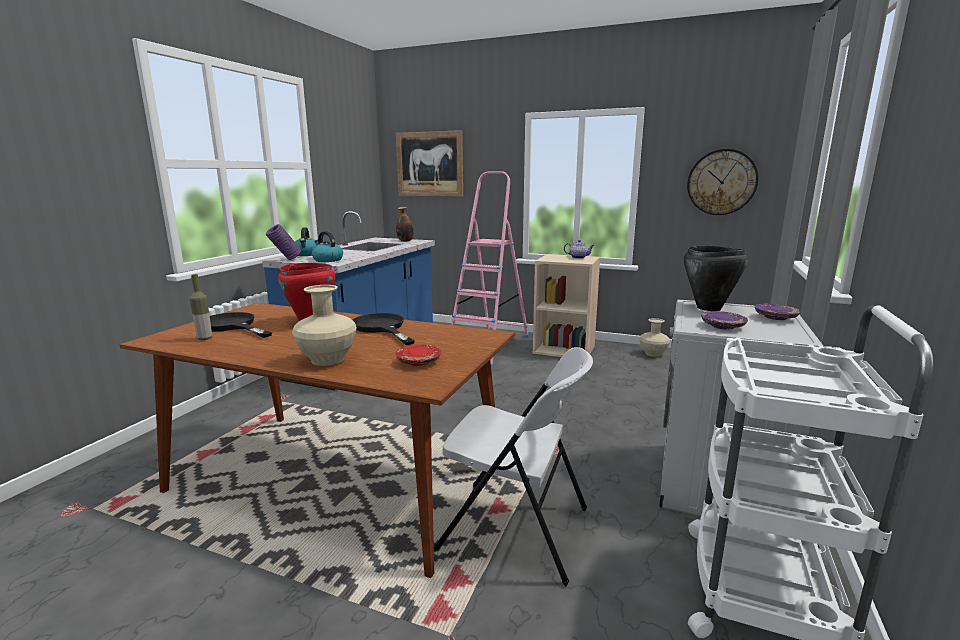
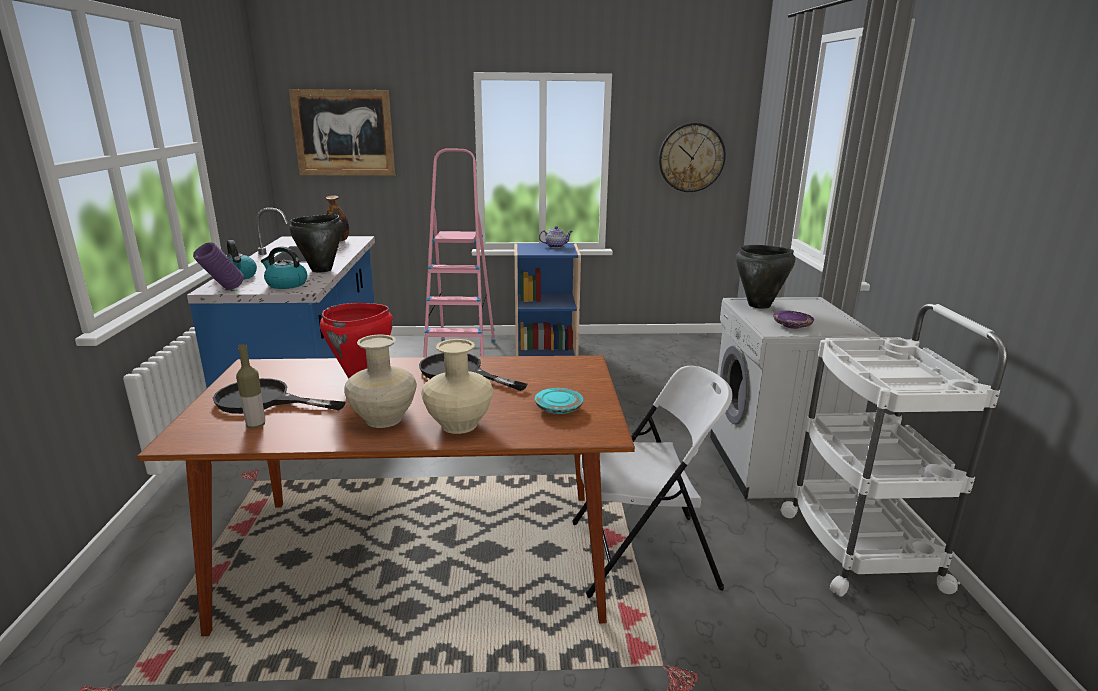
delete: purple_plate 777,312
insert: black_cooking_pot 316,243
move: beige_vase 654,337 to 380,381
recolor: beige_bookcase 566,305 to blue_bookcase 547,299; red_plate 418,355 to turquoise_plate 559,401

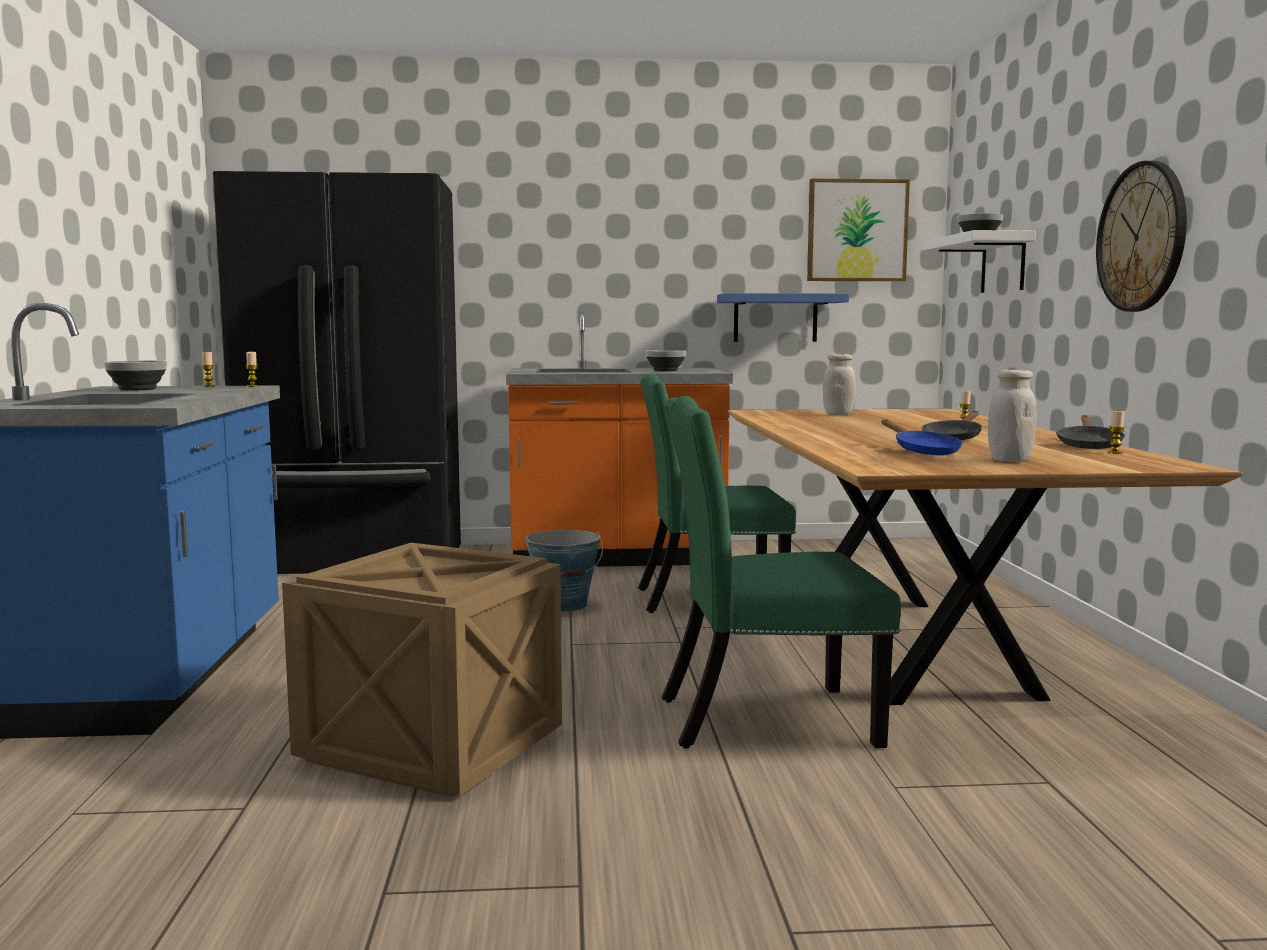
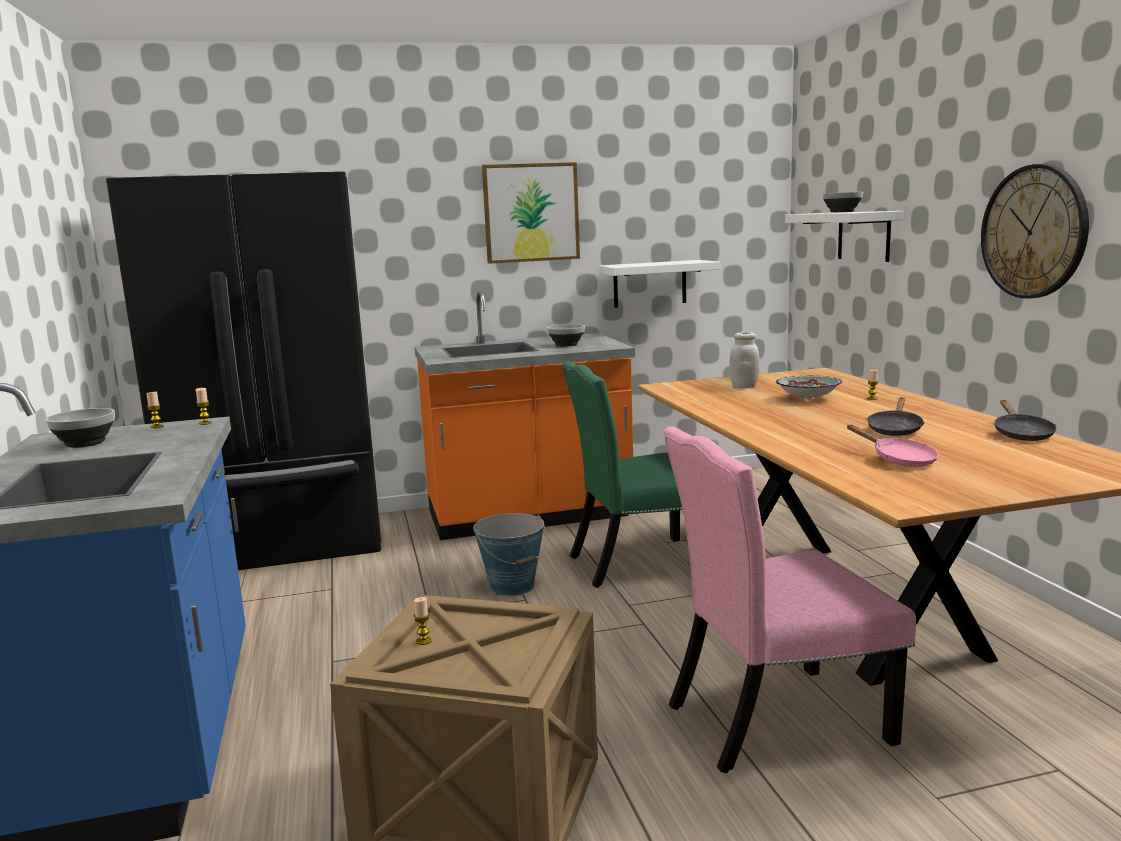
delete: white_jar 1012,416
insert: bowl 809,387
move: candle 1116,432 to 423,621; picture 858,229 to 531,213
recolor: blue_shelf 783,317 to white_shelf 659,284; green_chair 781,572 to pink_chair 790,599; blue_frying_pan 922,437 to pink_frying_pan 893,446

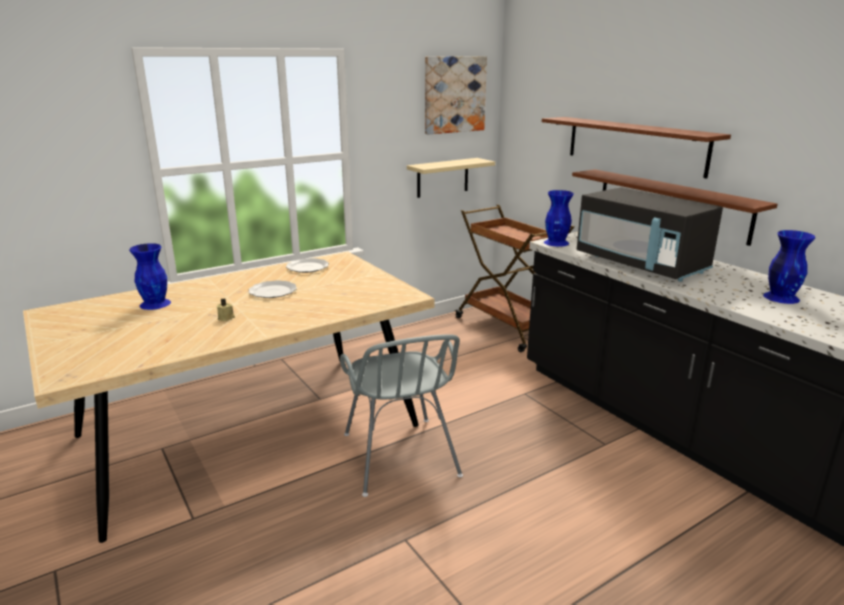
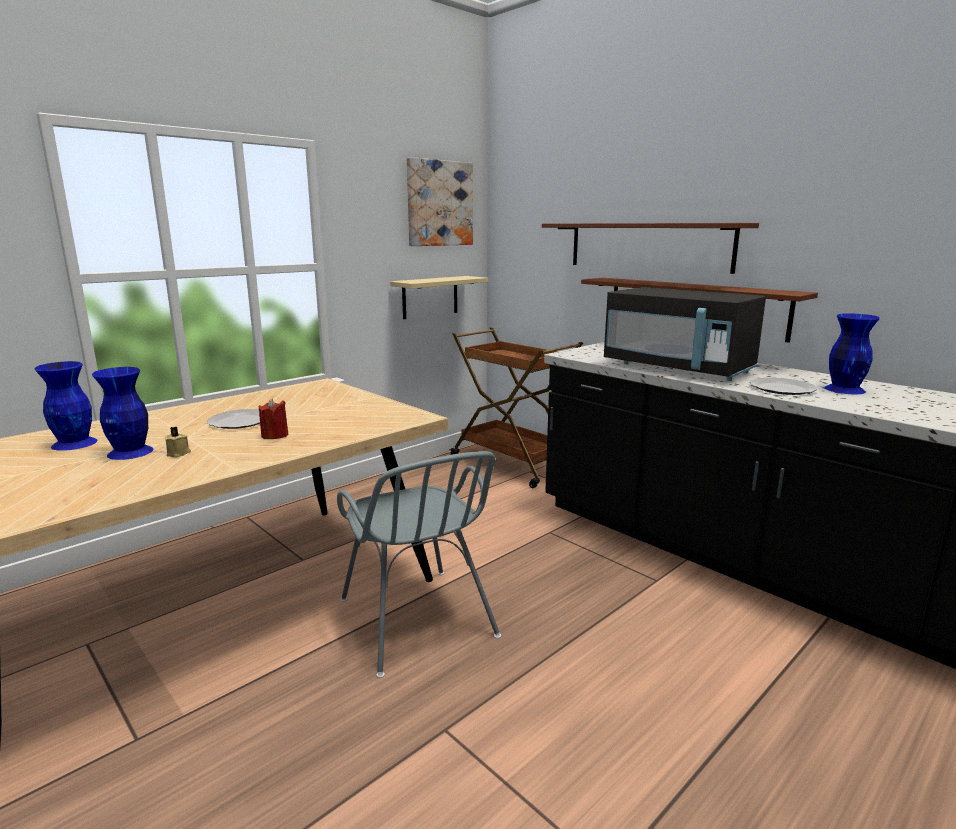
insert: red_candle 273,418
move: blue_vase 559,218 to 123,413; plate 307,265 to 783,386

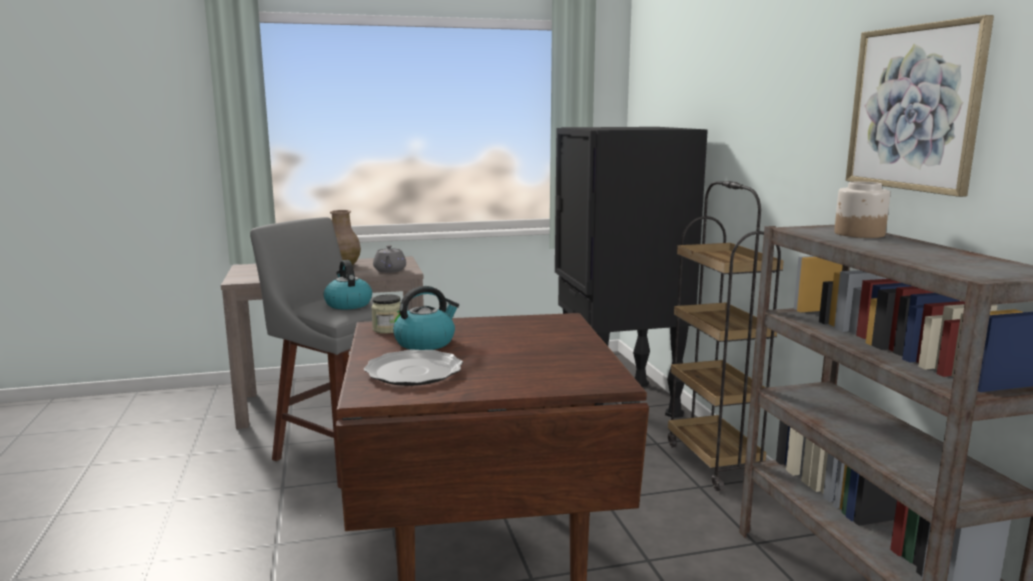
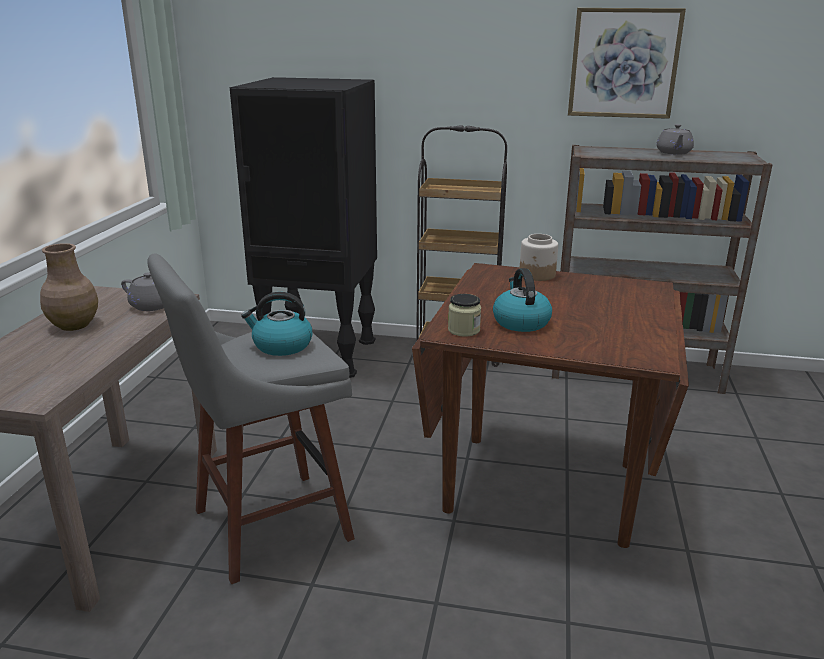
delete: plate 413,367
insert: grey_teapot 675,139
move: jar 862,210 to 538,257

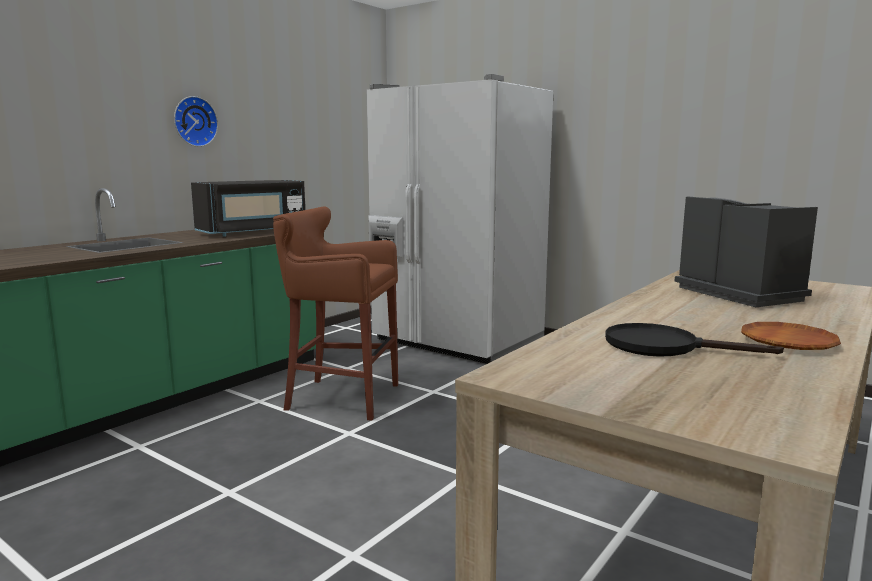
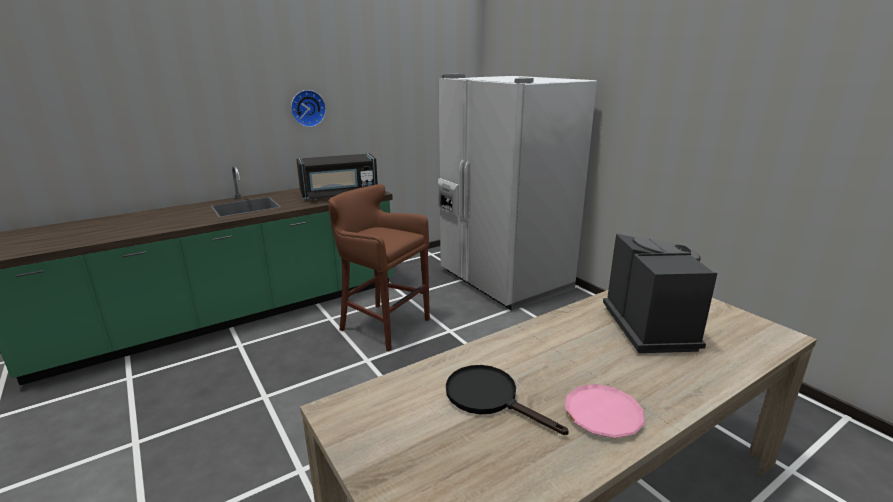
recolor: brown_plate 791,336 to pink_plate 605,411

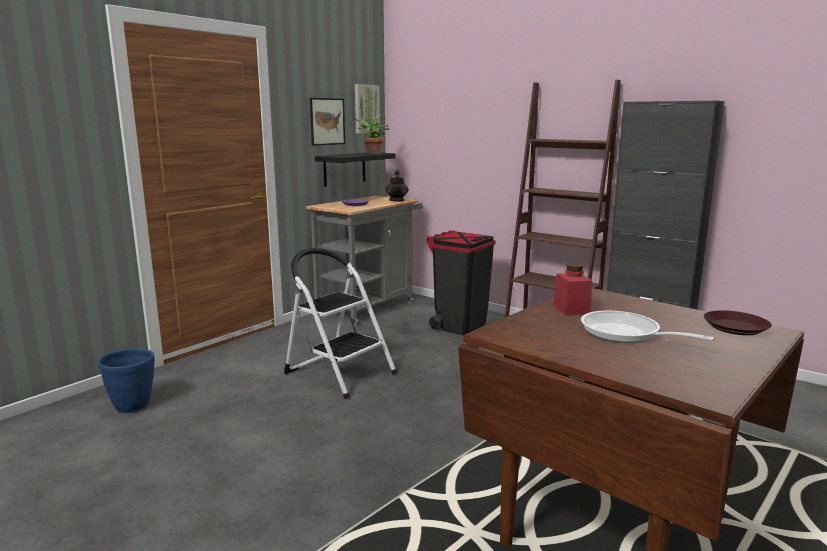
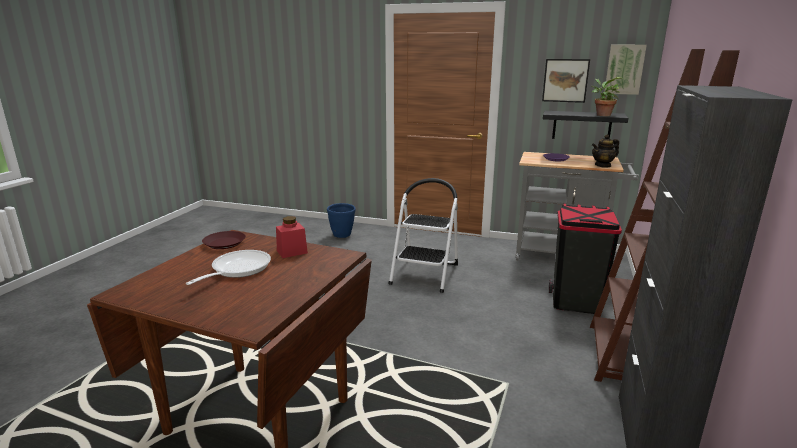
move: brown_plate 738,322 to 224,240

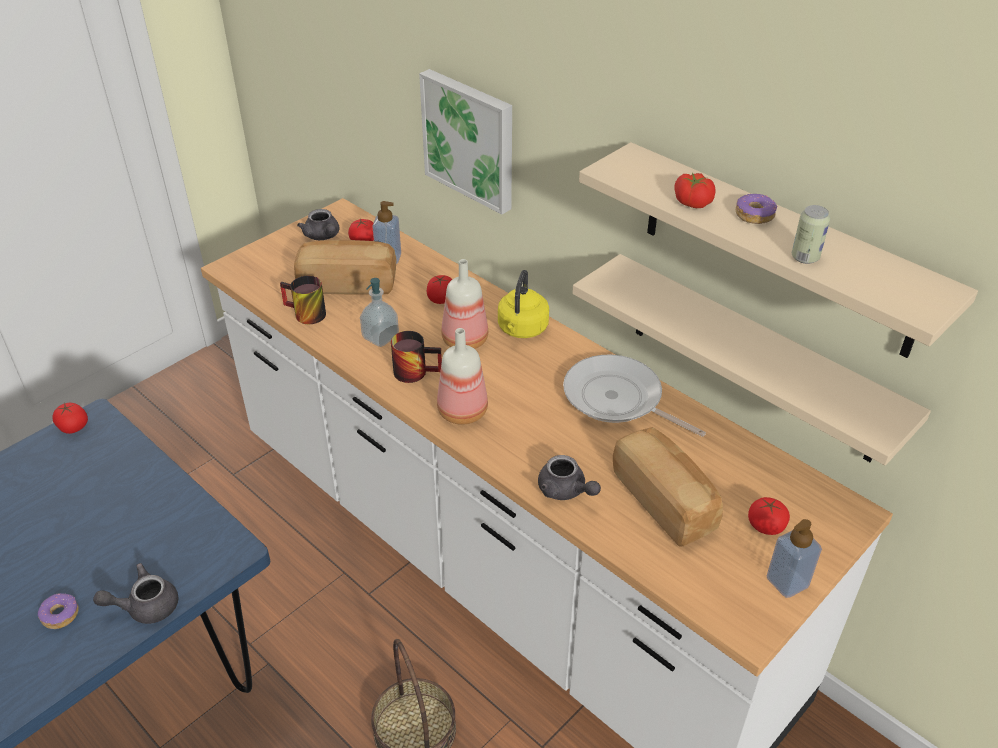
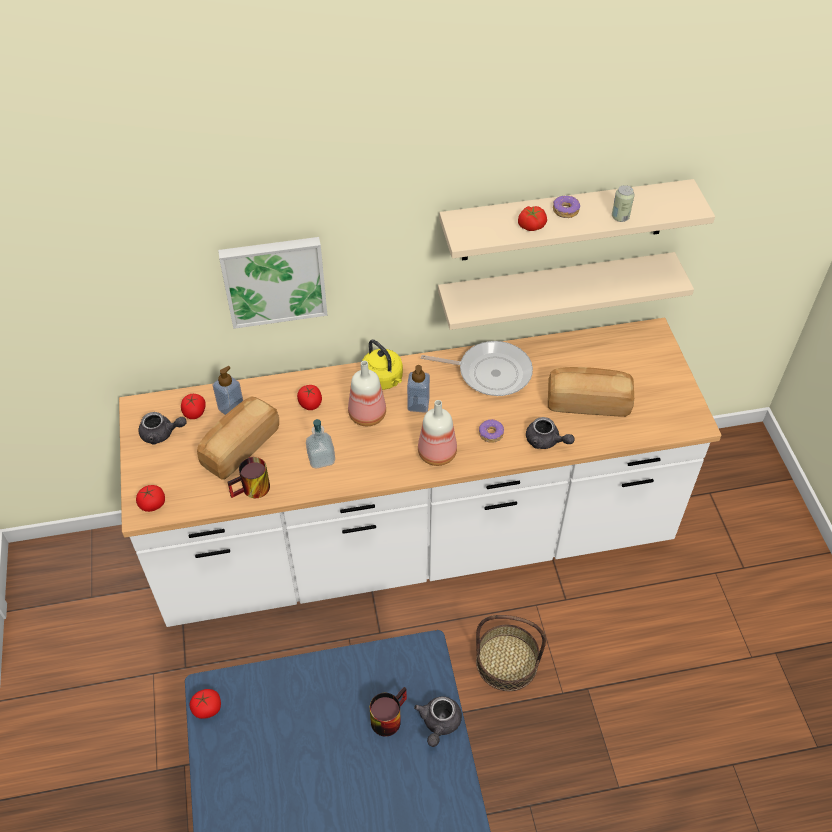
move: tomato 769,516 to 150,498; mug 416,357 to 388,711; soap_dispenser 794,558 to 418,389; donut 58,611 to 491,431
rotate: frying_pan 634,396 = 477,368 150 degrees counterclockwise; grey_teapot 569,477 = 550,433 45 degrees clockwise

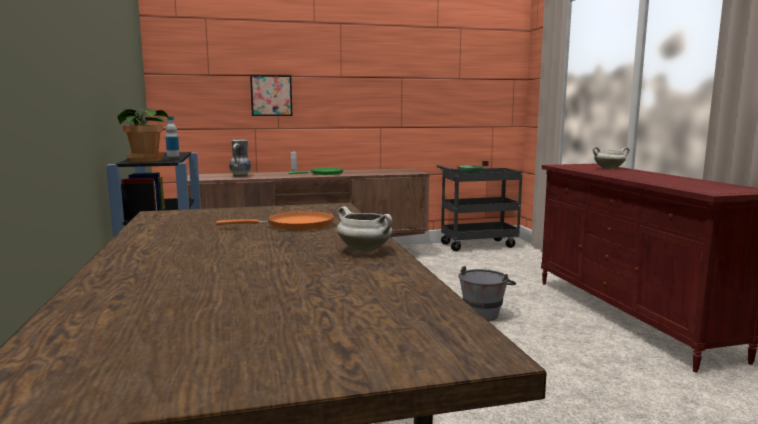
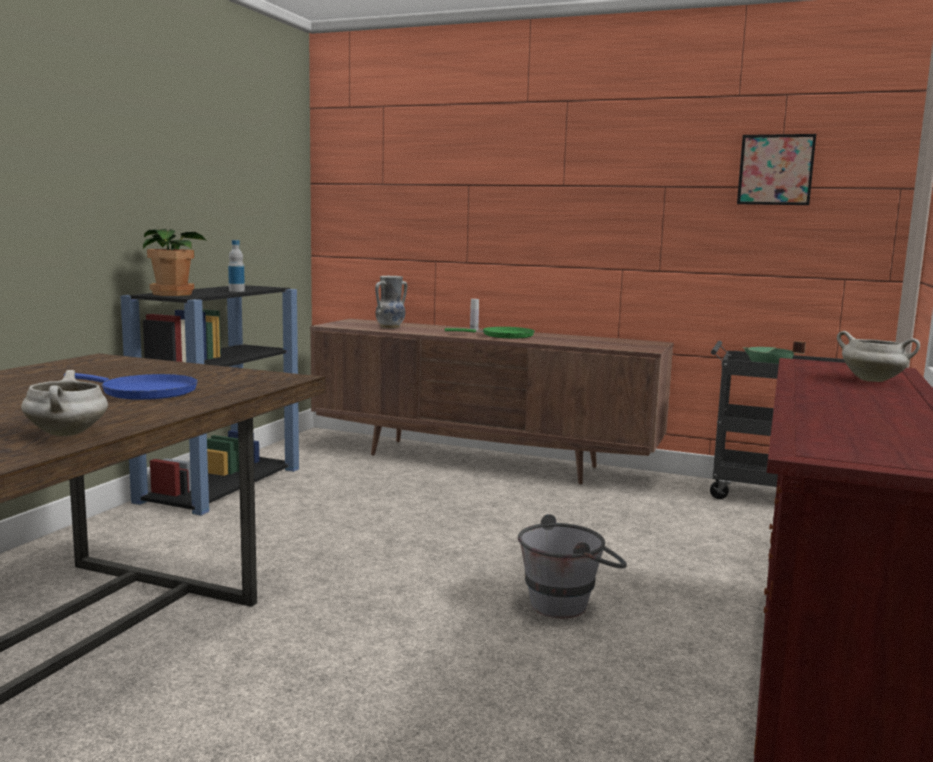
move: picture 271,95 to 776,169
recolor: orange_frying_pan 275,220 to blue_frying_pan 131,386

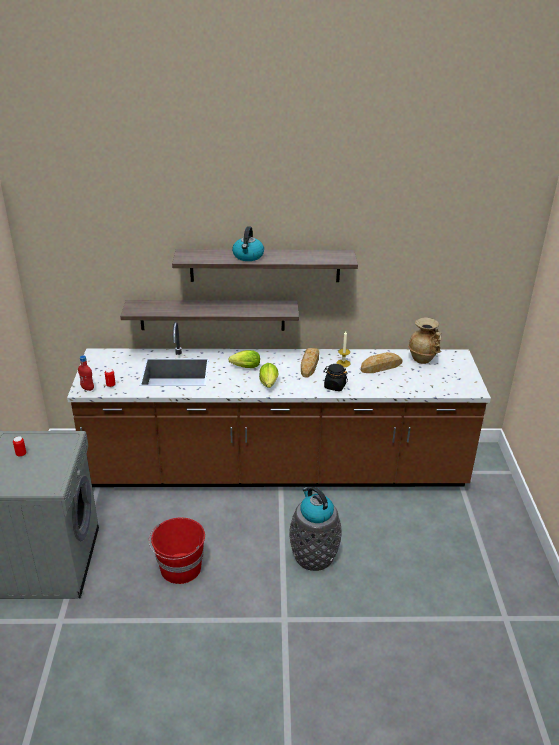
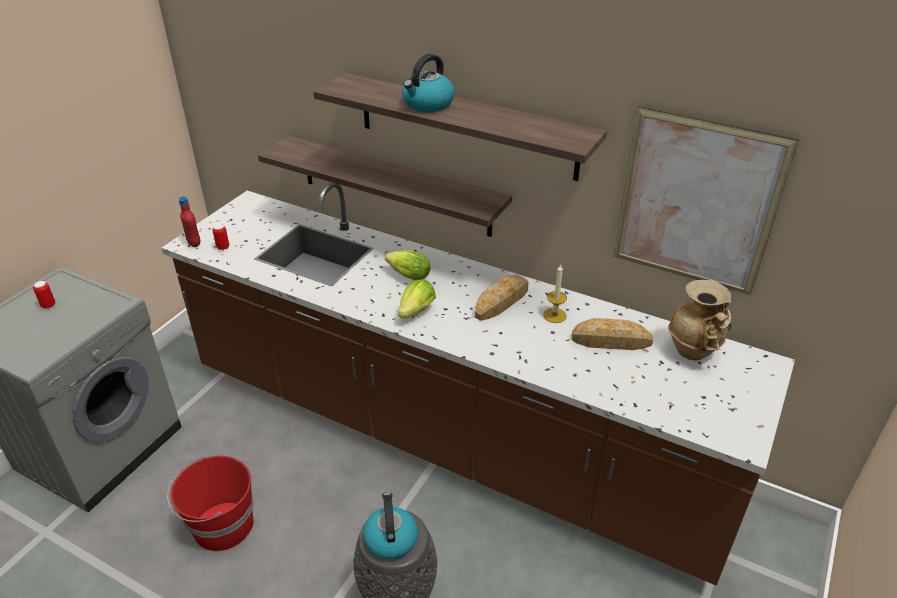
delete: black_jar 335,377
insert: picture 706,201

